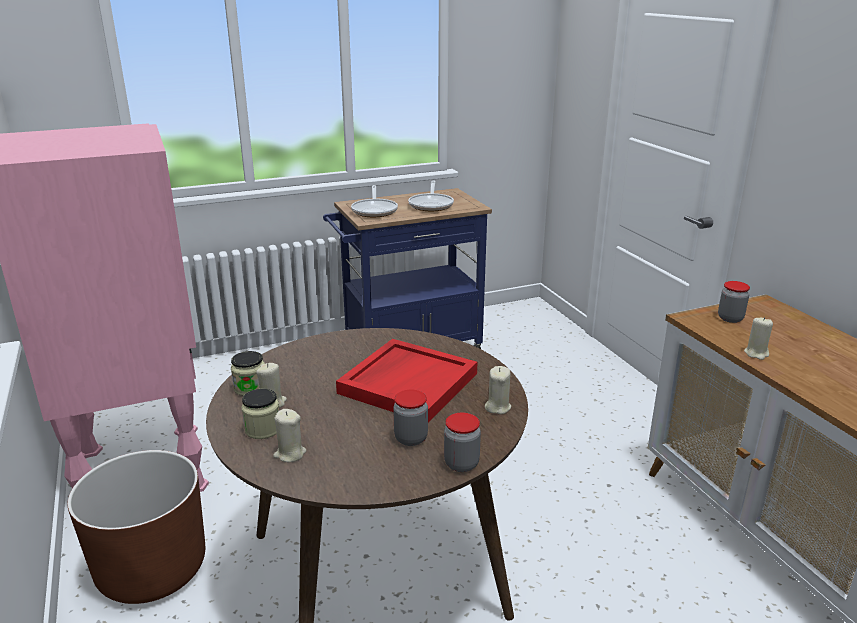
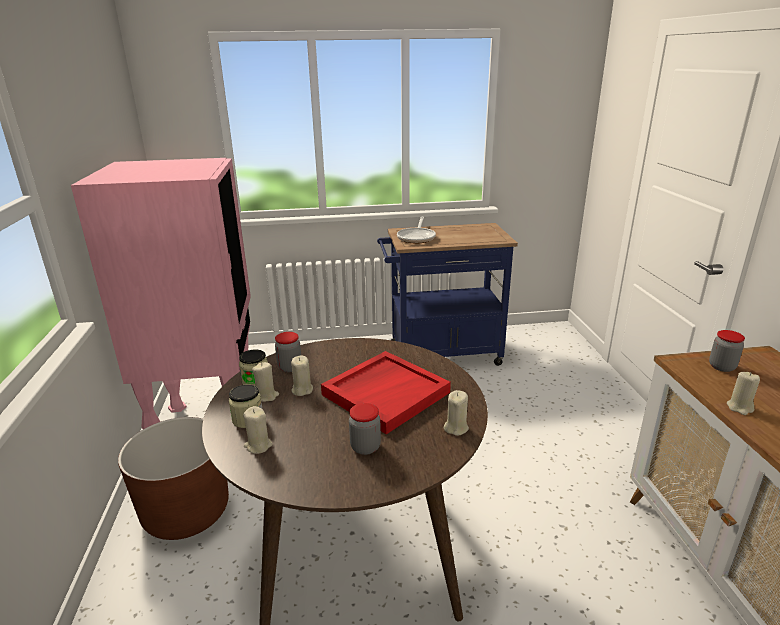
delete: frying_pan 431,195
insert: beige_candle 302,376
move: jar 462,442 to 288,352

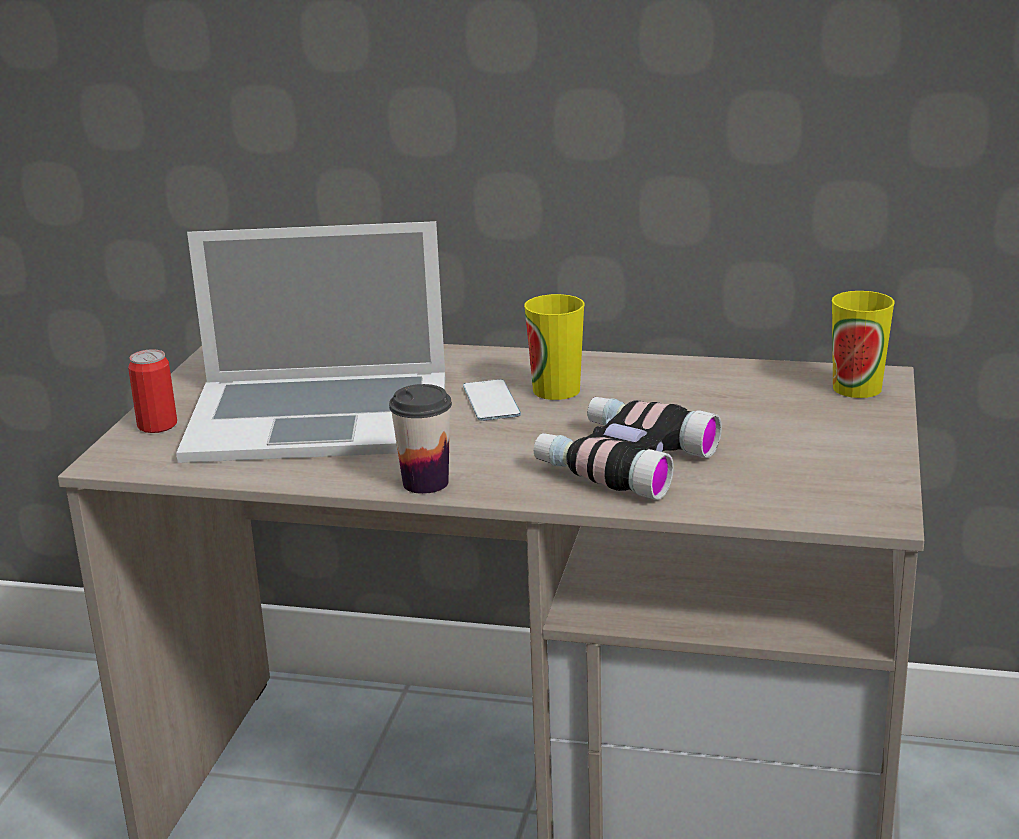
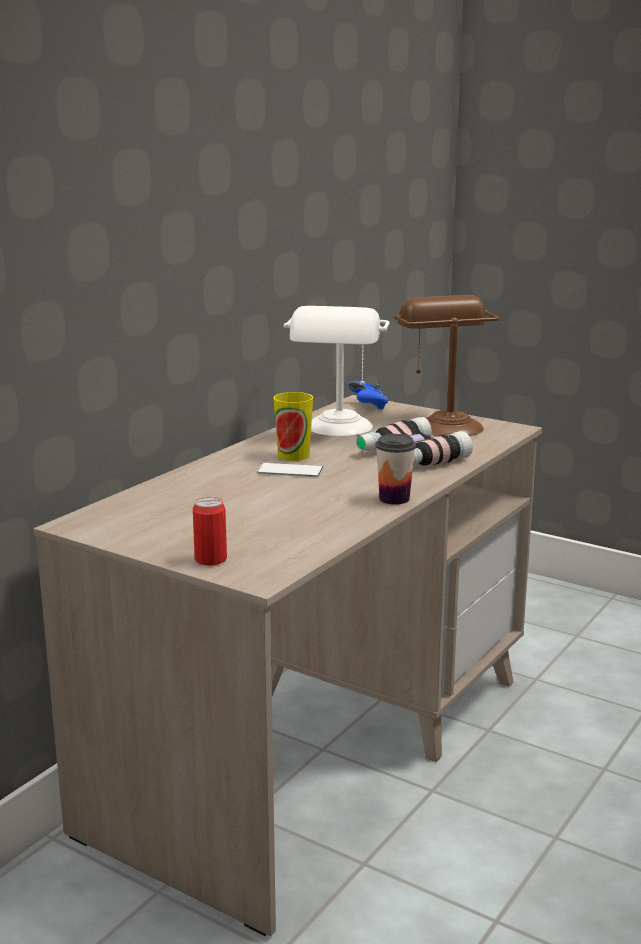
delete: laptop 310,342
insert: white_table_lamp 337,371; brown_table_lamp 446,365
replace: cup 863,344 to blue_game_controller 368,395

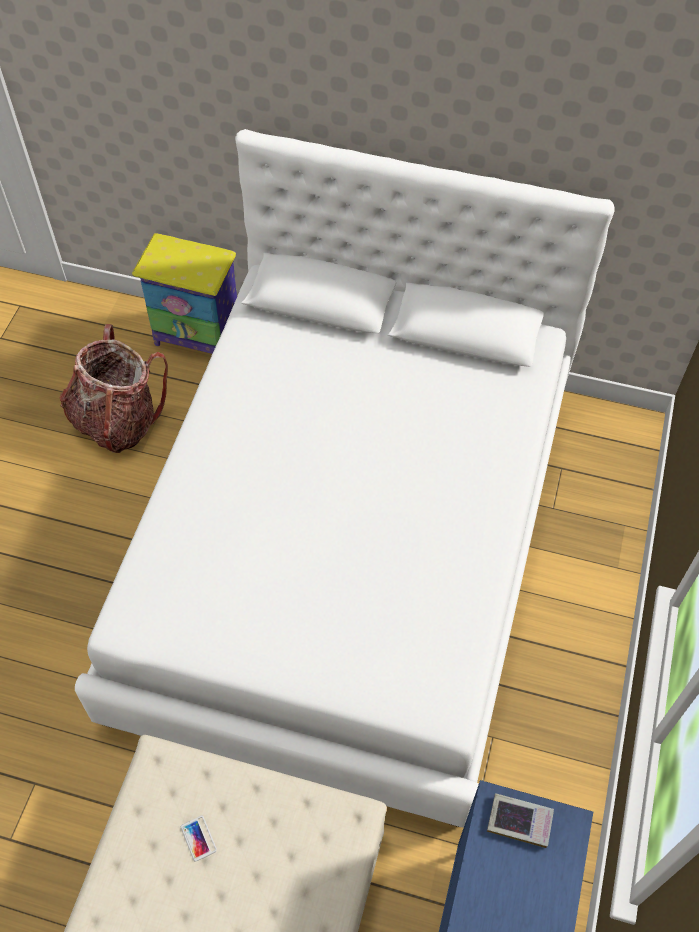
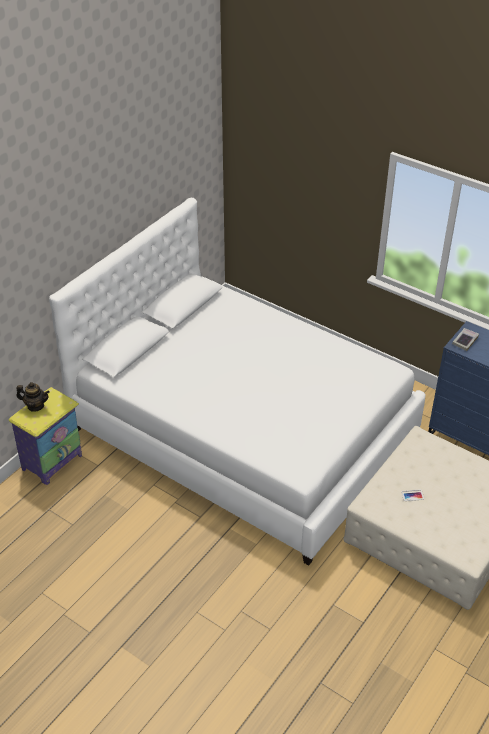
delete: backpack 113,388
insert: teapot 33,397

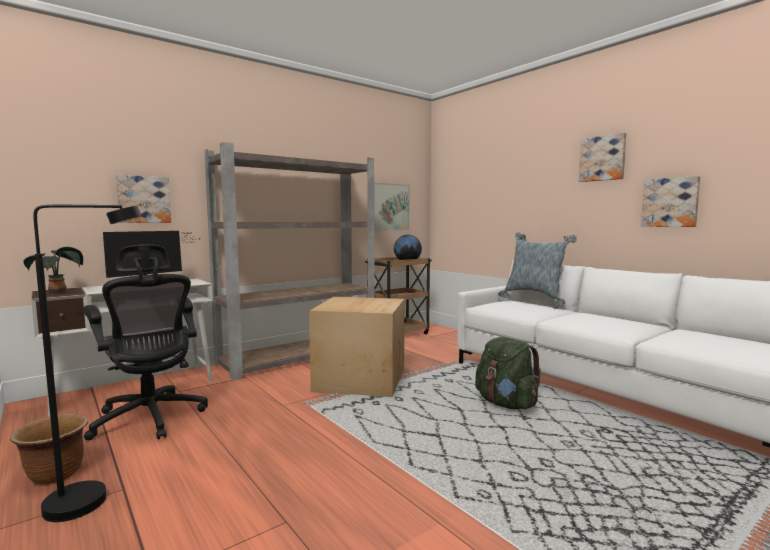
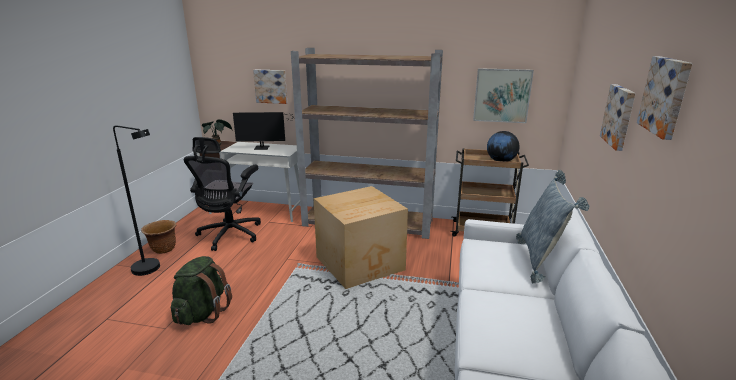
move: green_backpack 508,373 to 201,290; picture 670,201 to 618,117

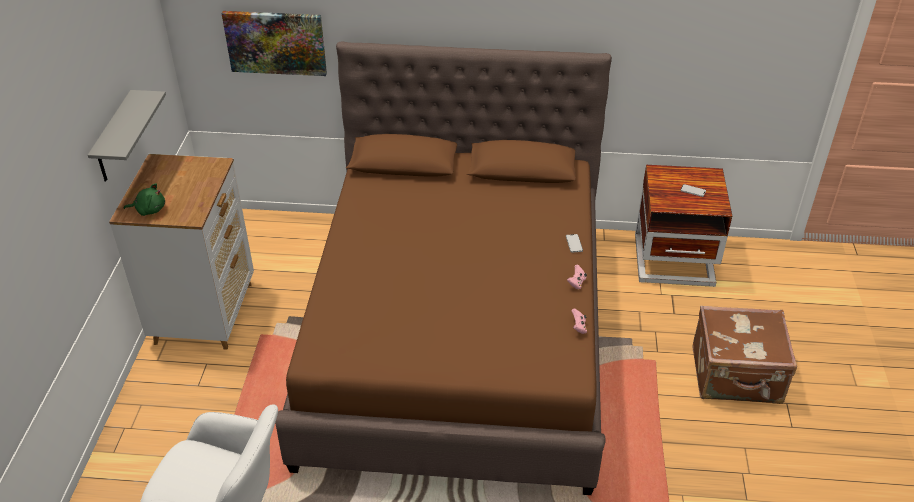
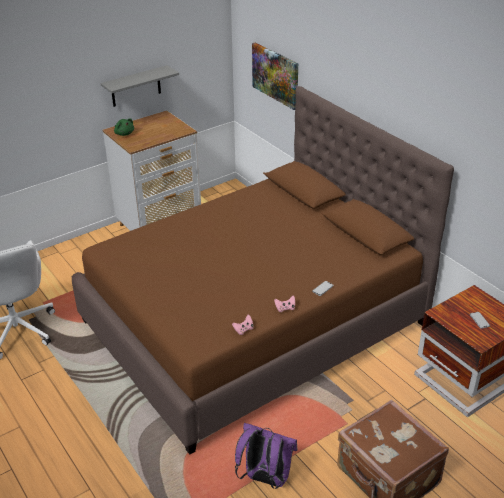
insert: purple_backpack 266,456

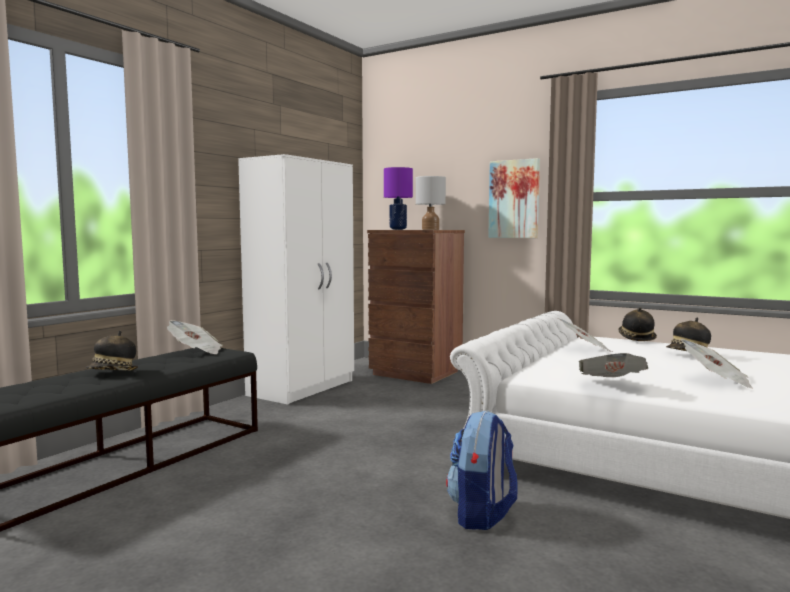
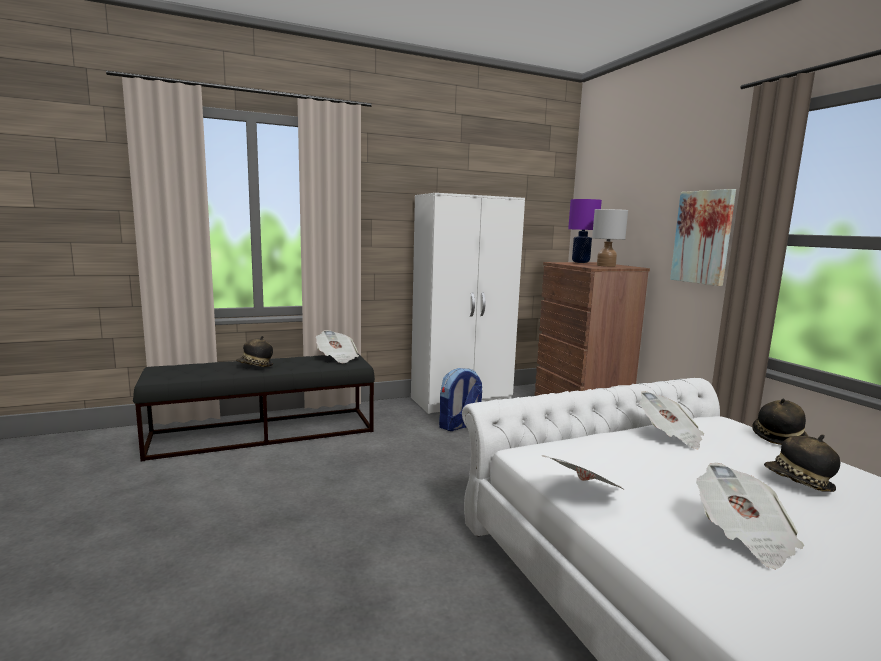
move: backpack 482,470 to 460,399

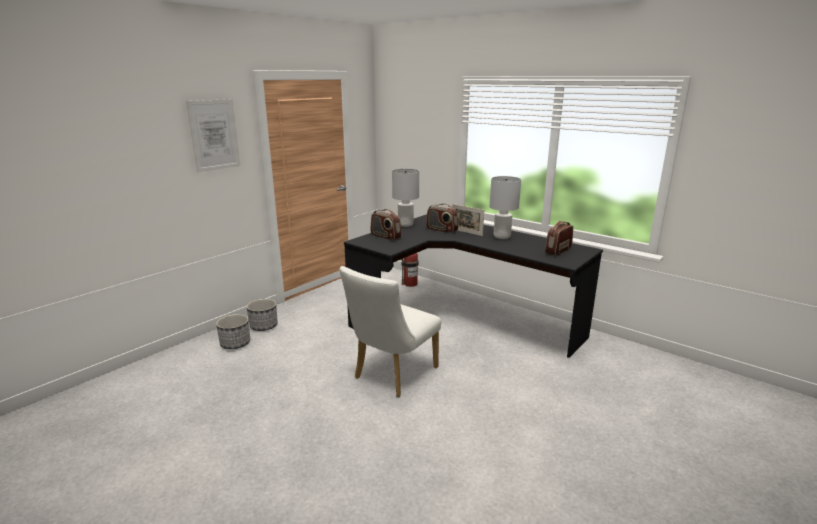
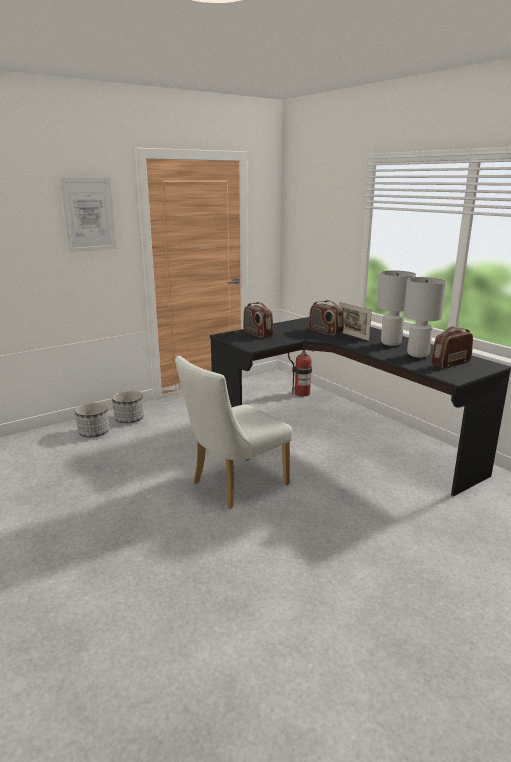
move: grey_table_lamp 405,198 to 425,317

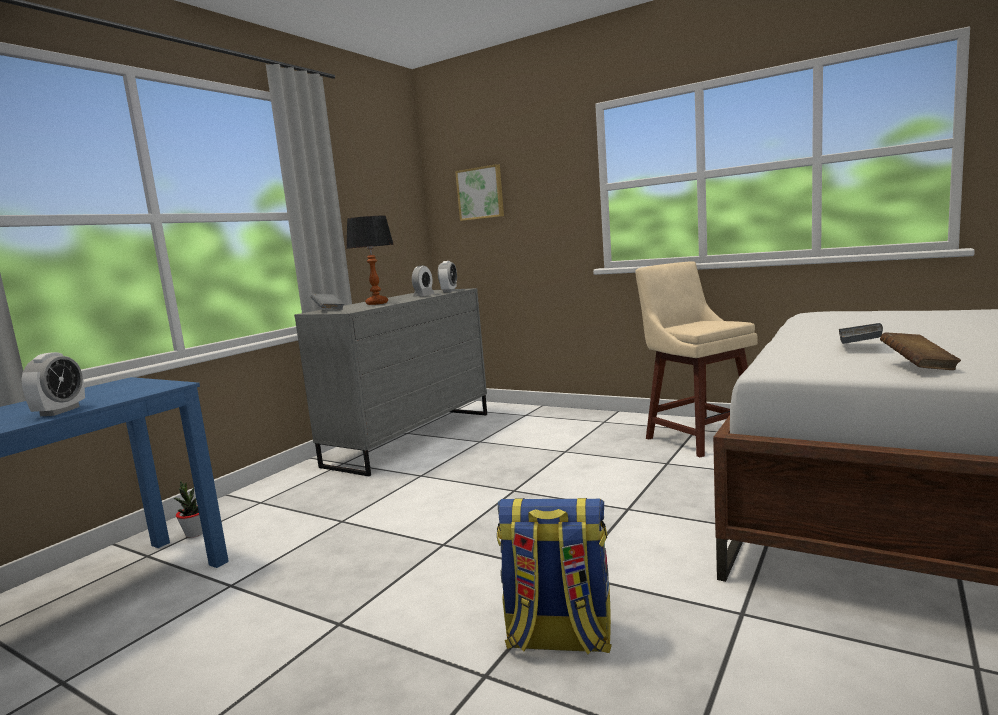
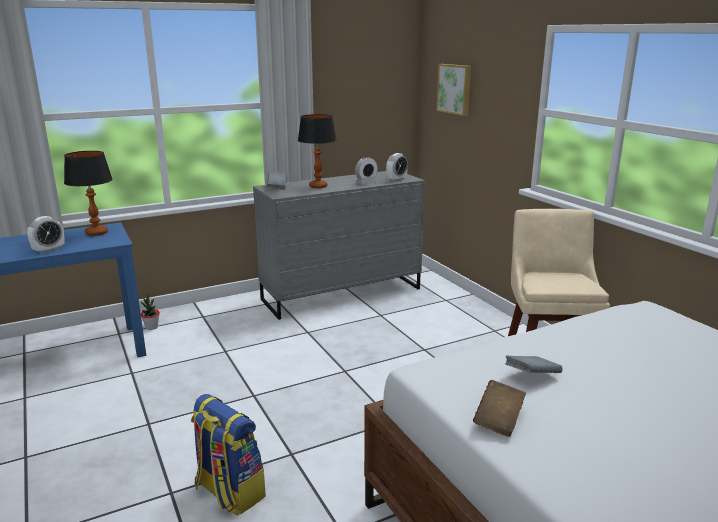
insert: table_lamp 88,193

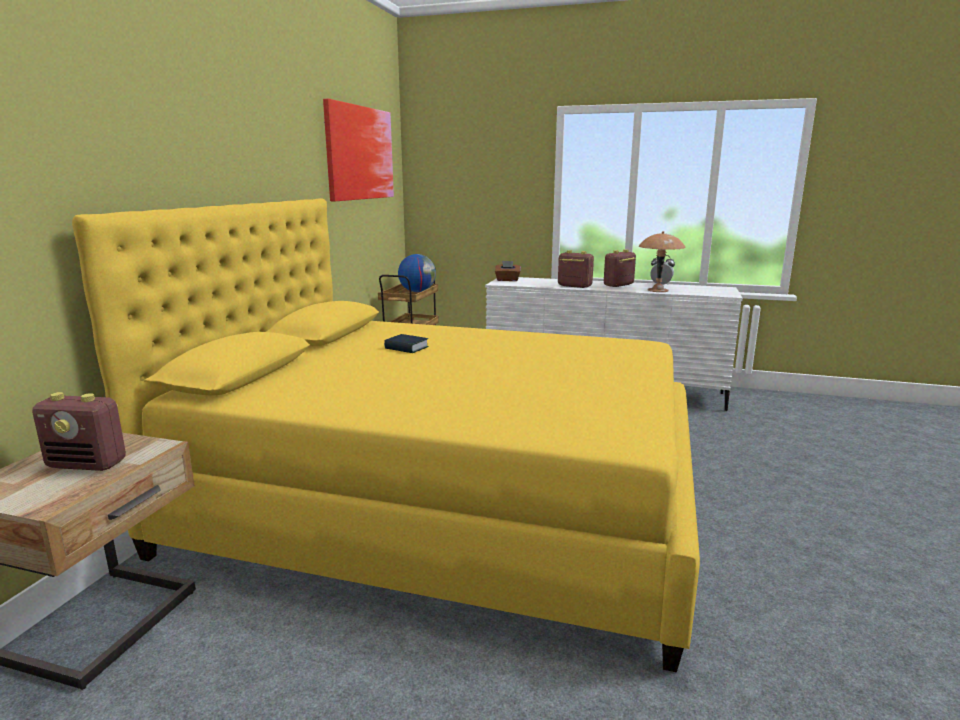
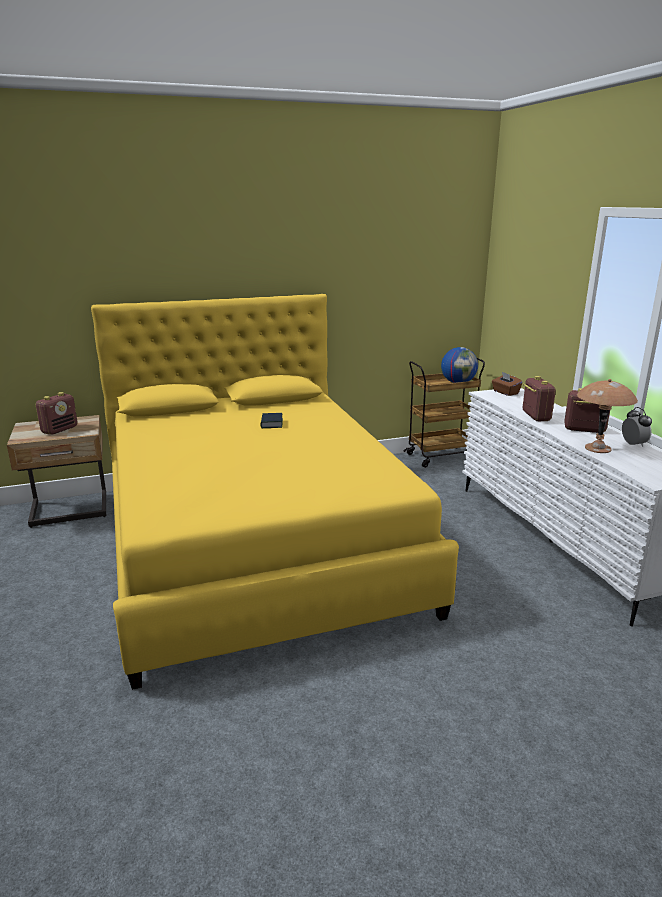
delete: picture 358,150
rotate: radio 79,431 = 57,413 120 degrees counterclockwise

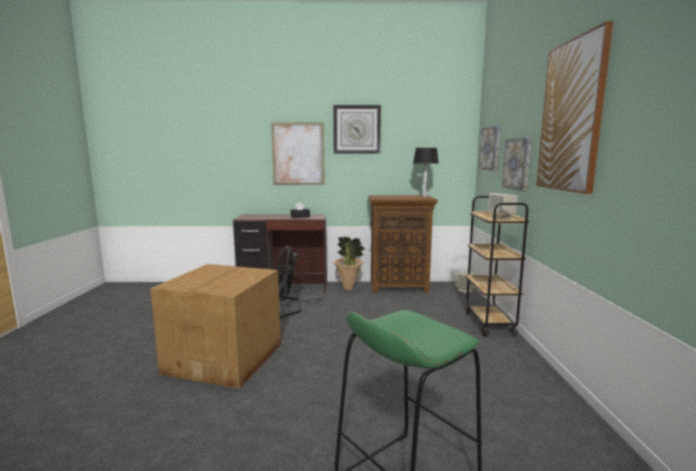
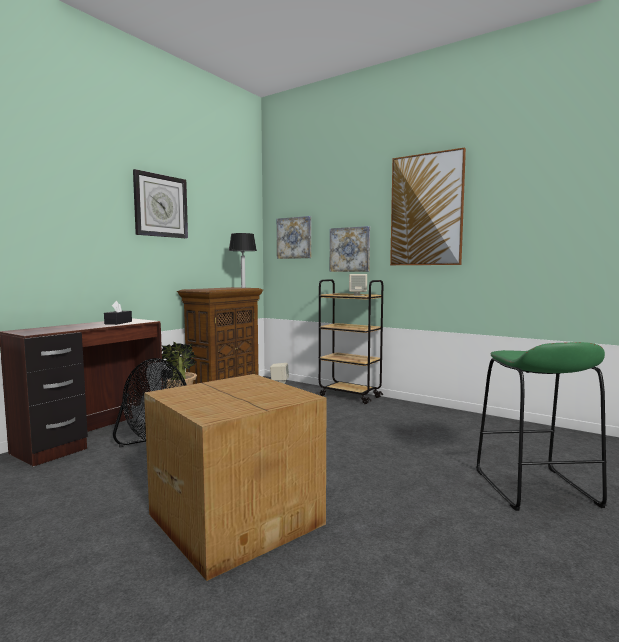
delete: picture 298,153

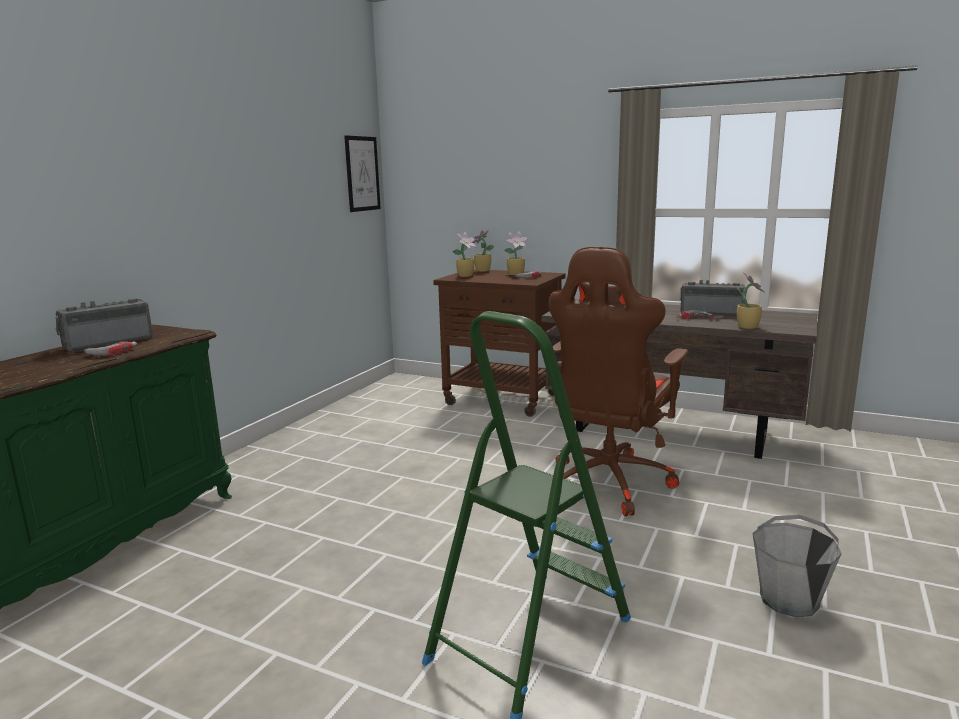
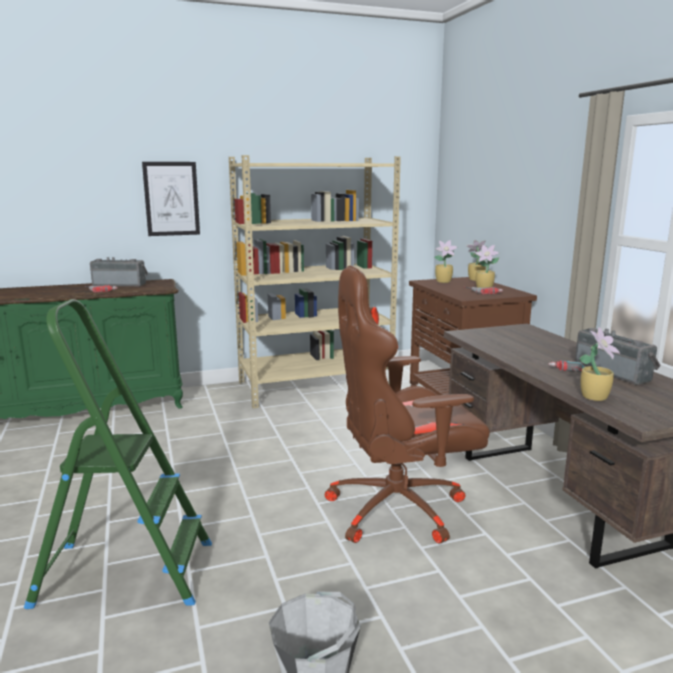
insert: beige_bookcase 315,281
move: picture 362,173 to 171,199

